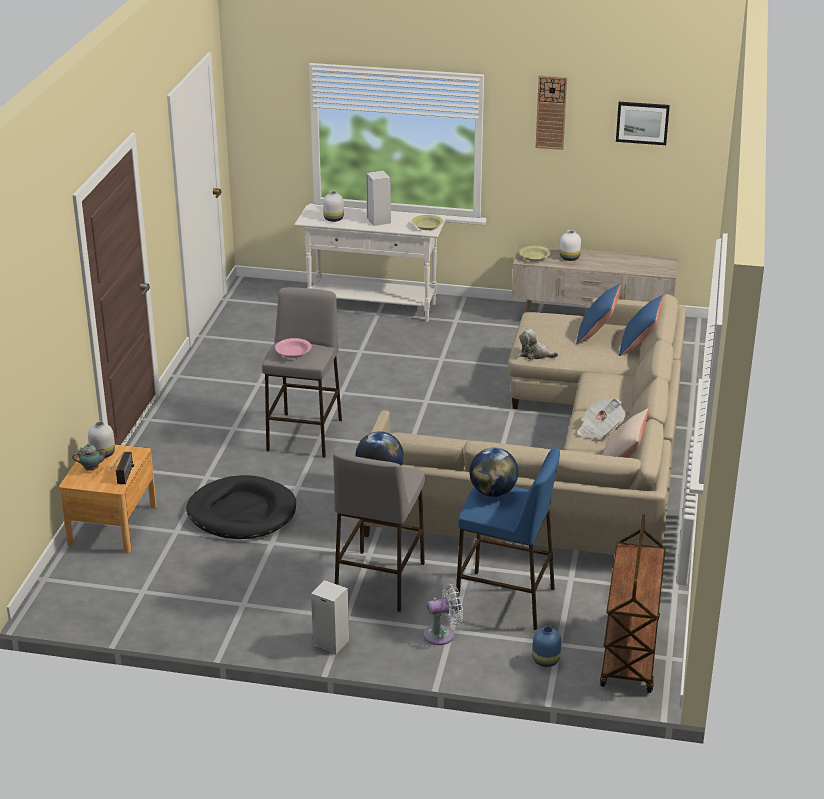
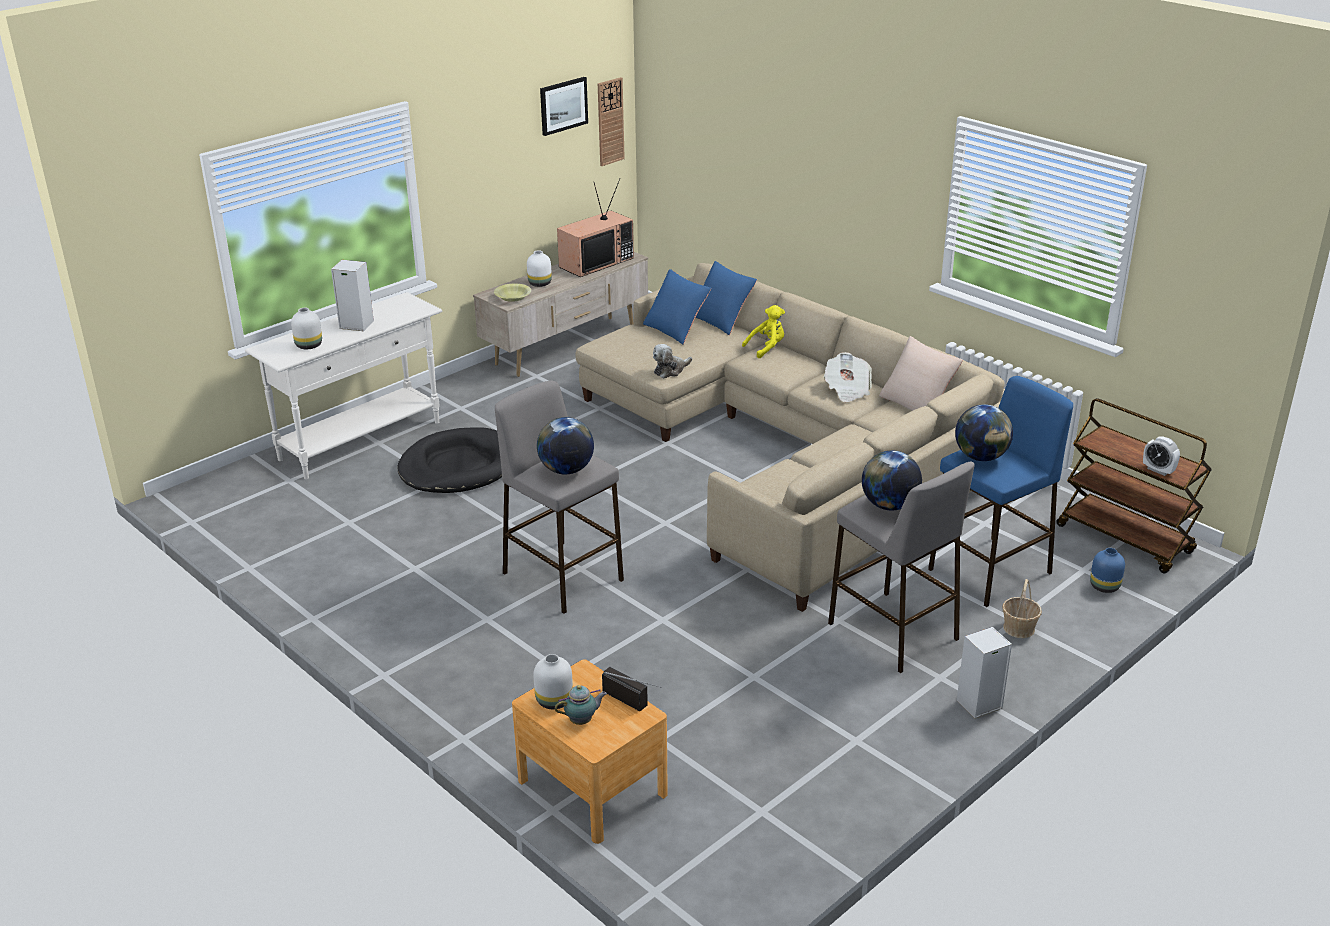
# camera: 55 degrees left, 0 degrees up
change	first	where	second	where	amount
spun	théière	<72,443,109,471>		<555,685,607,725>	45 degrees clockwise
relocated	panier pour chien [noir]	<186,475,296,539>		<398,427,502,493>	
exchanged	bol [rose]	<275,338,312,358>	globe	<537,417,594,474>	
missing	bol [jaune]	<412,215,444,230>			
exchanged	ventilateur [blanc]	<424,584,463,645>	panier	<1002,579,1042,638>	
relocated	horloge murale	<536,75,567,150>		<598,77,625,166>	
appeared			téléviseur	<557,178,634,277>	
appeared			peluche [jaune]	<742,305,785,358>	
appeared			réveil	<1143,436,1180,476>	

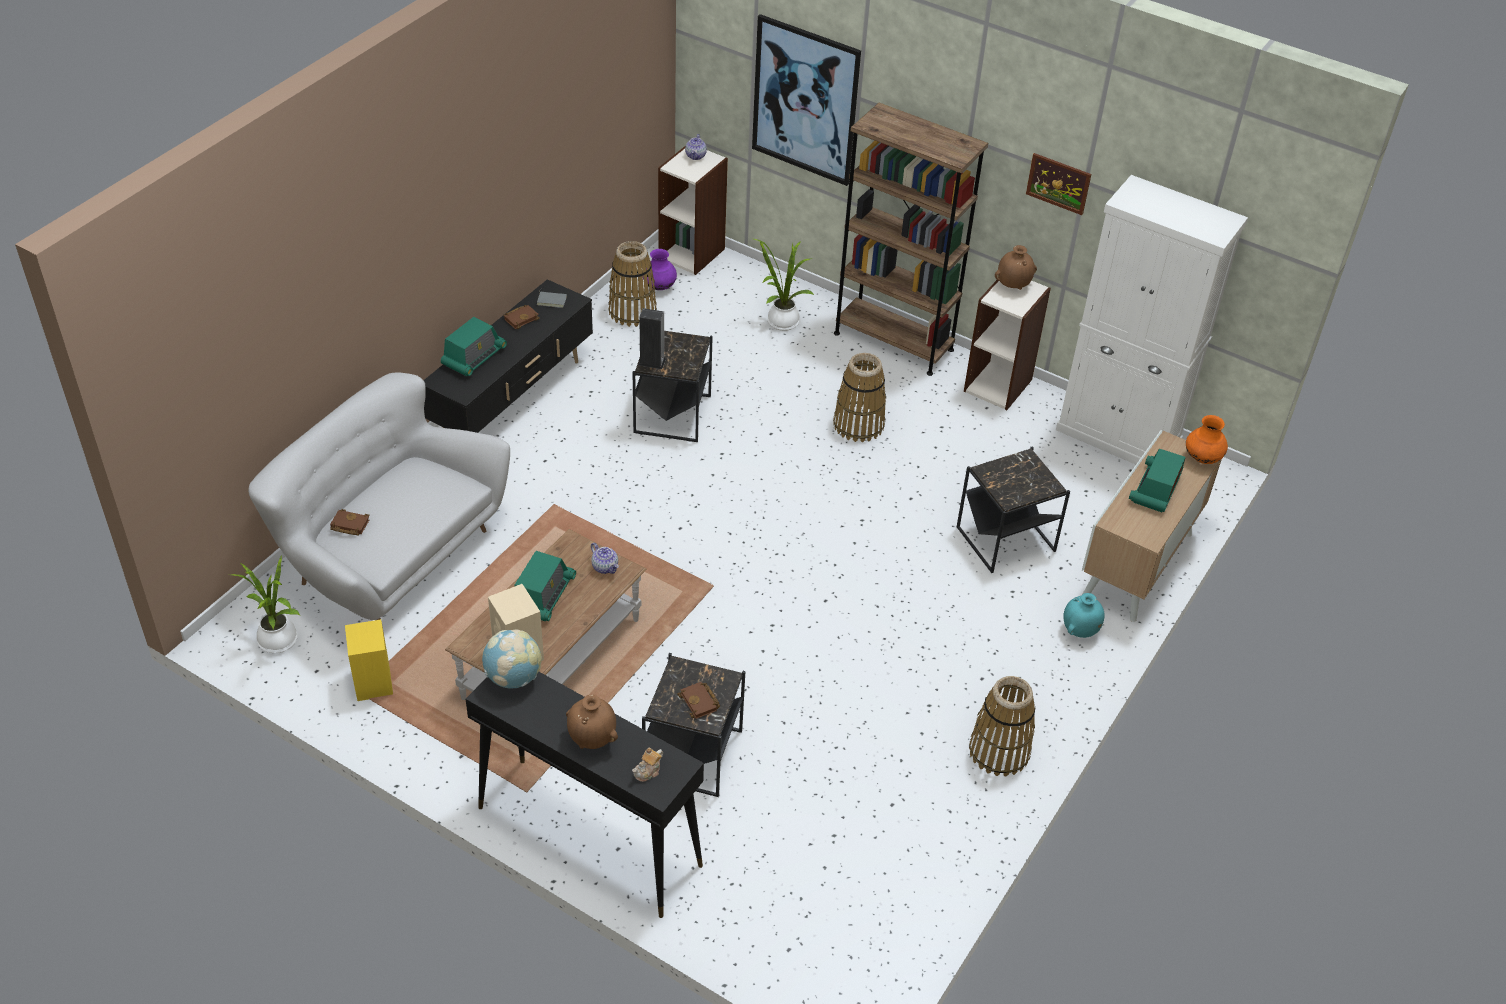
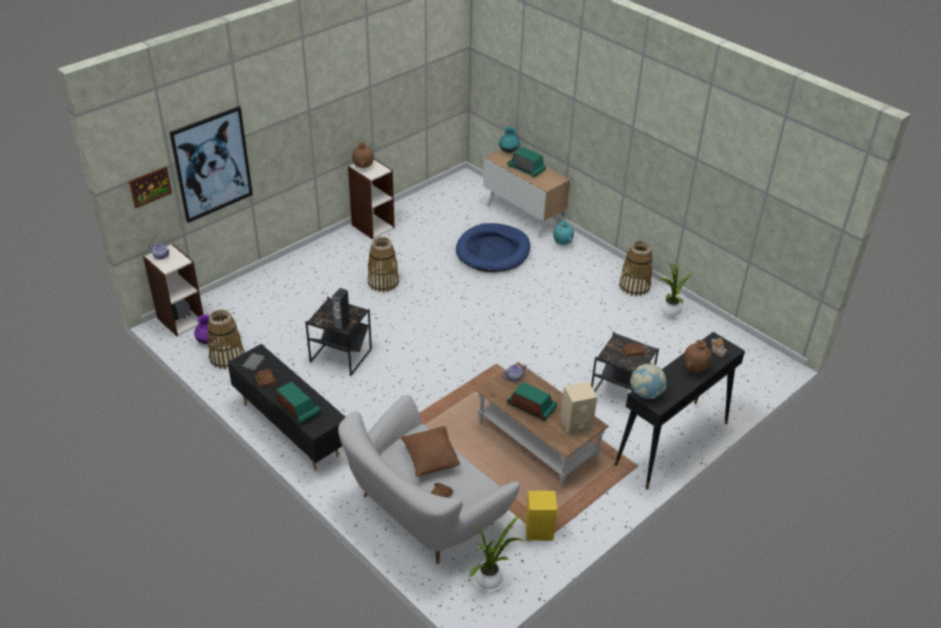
# camera: 75 degrees left, 5 degrees down
change	first	where	second	where	amount
relocated	plante en pot	<754,239,814,331>		<660,260,695,319>	
missing	bibliothèque [marron]	<834,103,988,376>			
exchanged	table d'appoint [noir]	<957,446,1070,573>	panier pour chien [bleu]	<456,223,530,272>	
relocated	tableau	<1026,153,1091,215>		<129,167,172,208>	
missing	meuble de rangement [blanc]	<1056,175,1248,465>			
colour	vase [orange]	<1186,415,1228,464>	vase [turquoise]	<499,127,520,153>	
appeared			coussin [marron]	<401,426,460,477>	

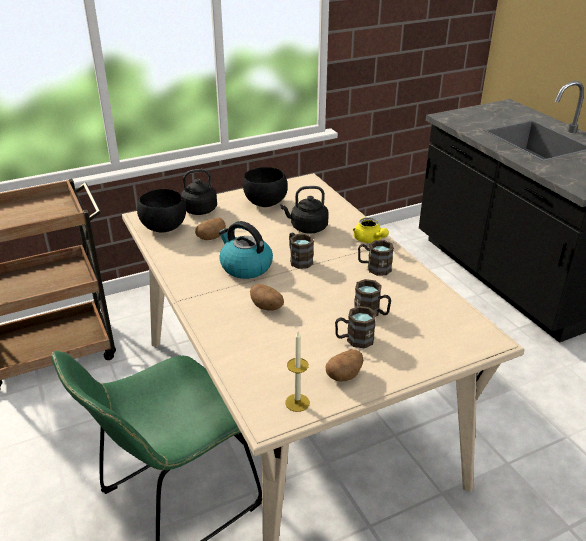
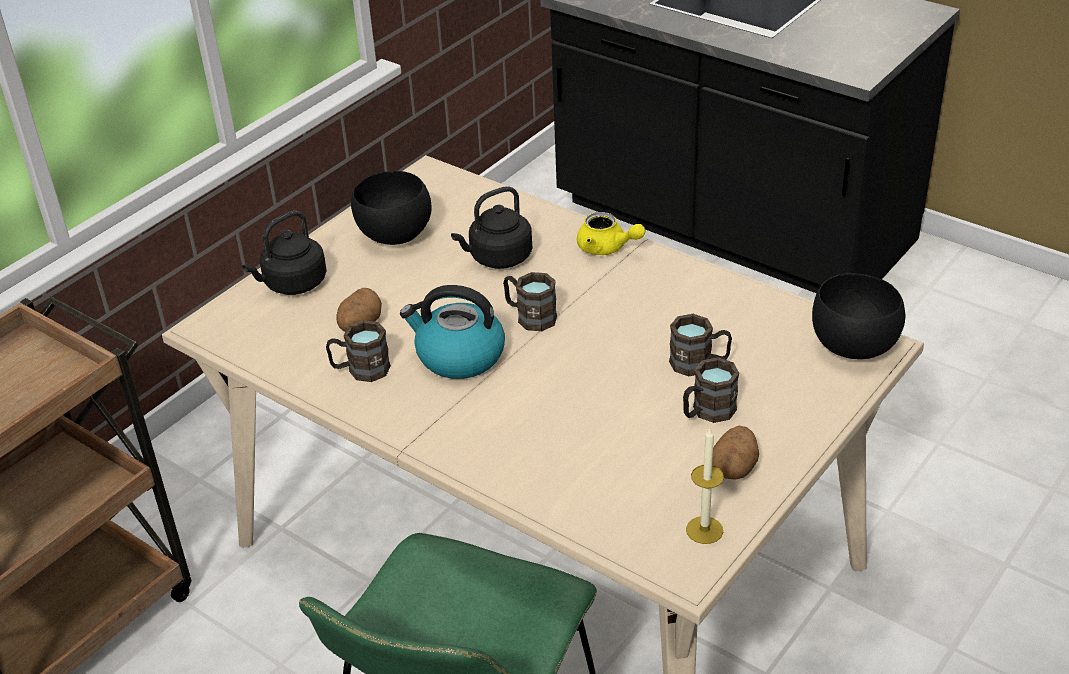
# camera: 25 degrees left, 5 degrees up
change	first	where	second	where	amount
relocated	bol [noir]	<137,189,186,233>		<812,273,905,359>	
missing	pomme de terre	<250,284,284,311>			
relocated	mug [marron]	<358,240,394,276>		<326,320,391,382>	

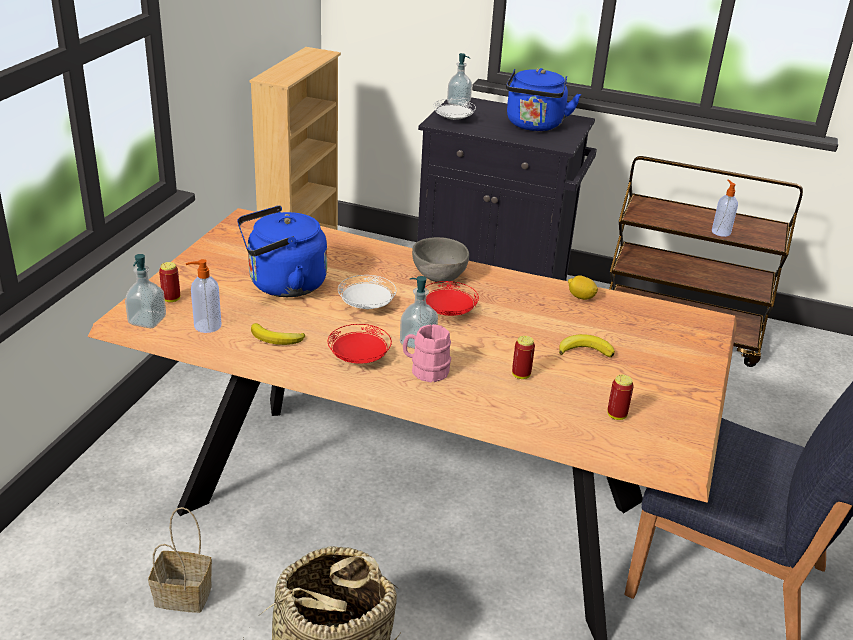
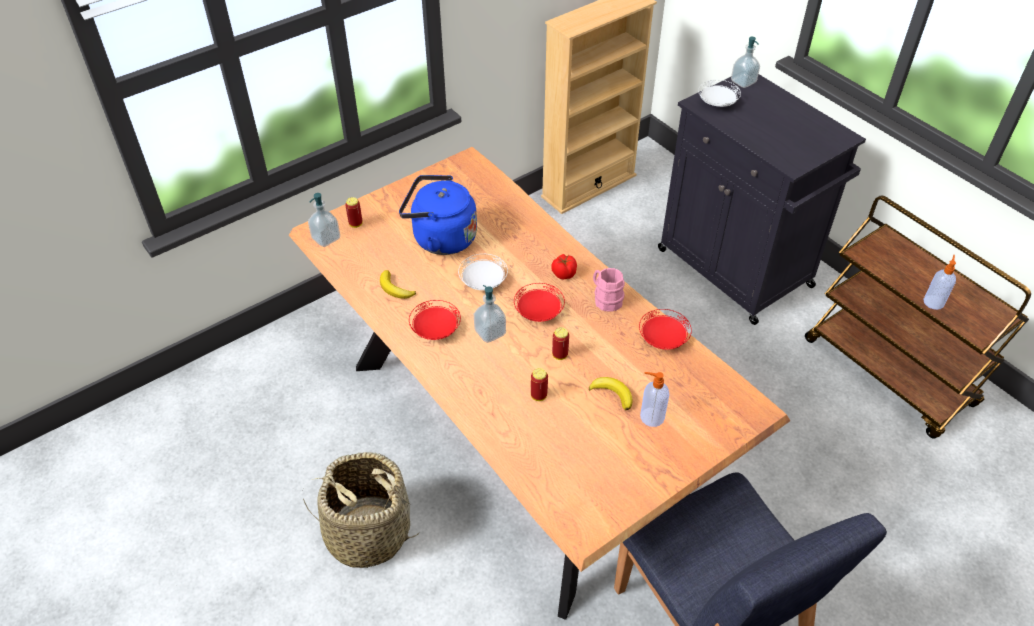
# camera: 35 degrees right, 15 degrees up
change	first	where	second	where	amount
missing	panier	<148,507,212,613>			
relocated	distributeur de savon	<186,259,221,333>		<640,372,669,427>	
relocated	mug [rose]	<403,324,451,383>		<593,268,625,312>	
exchanged	bol [gris]	<412,237,469,283>	tomate	<551,254,577,280>	
missing	bouilloire [bleu]	<506,68,581,131>			
exchanged	citron	<568,276,598,300>	assiette [rouge]	<639,309,692,350>	
relocated	boîte métallique	<607,375,634,420>		<552,327,569,360>	

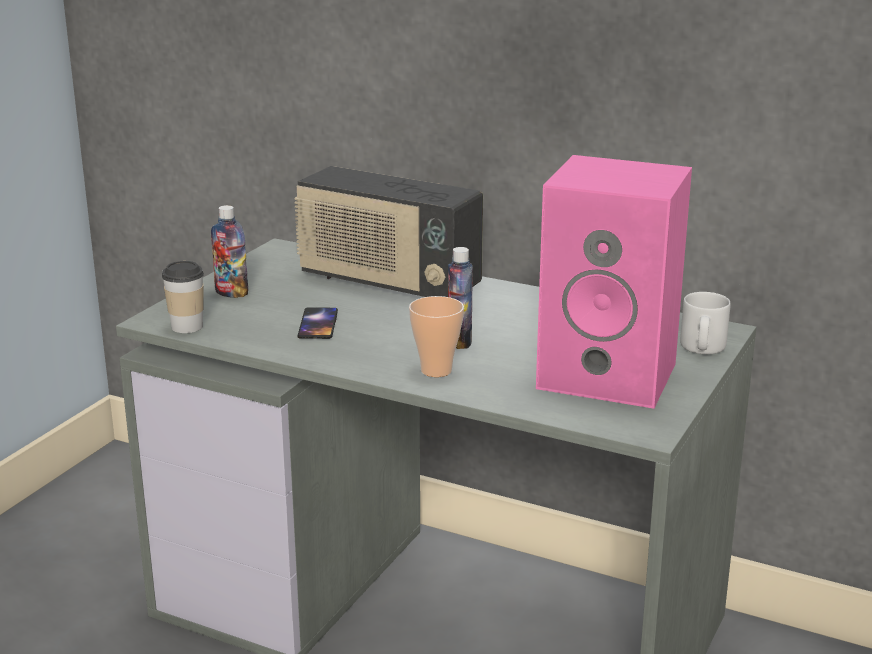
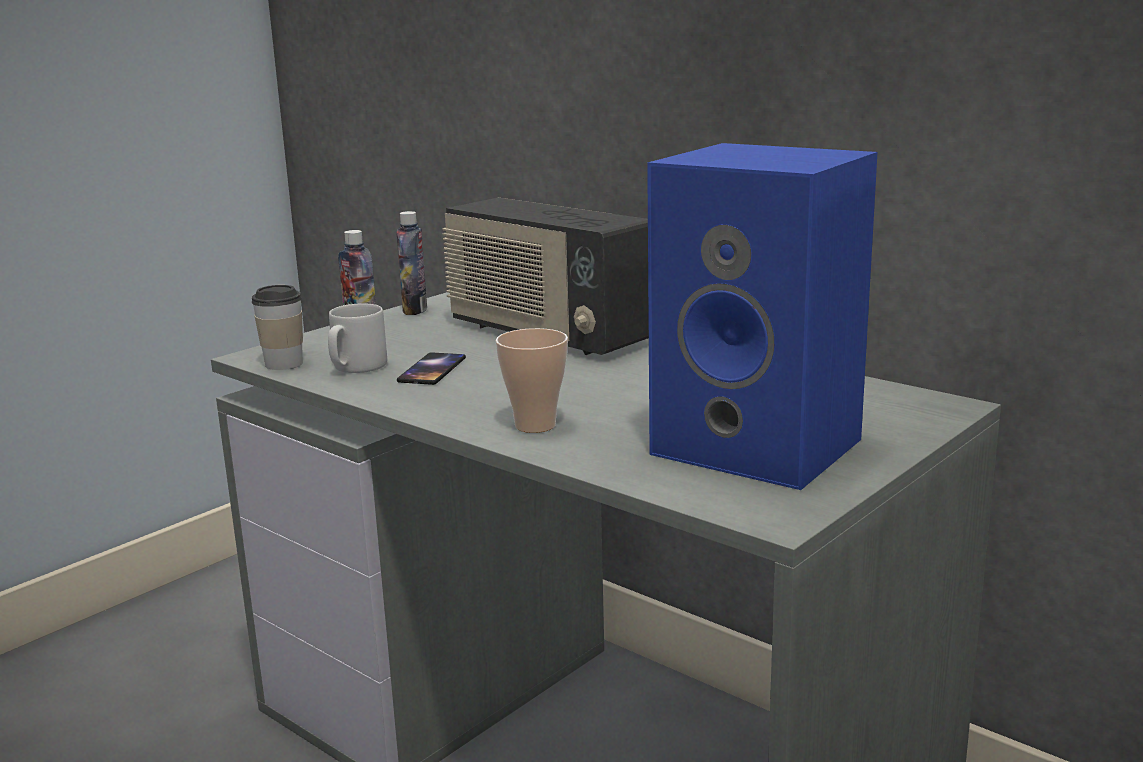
# camera: 15 degrees right, 5 degrees down
change	first	where	second	where	amount
relocated	bouteille	<448,247,473,349>		<396,211,427,315>	
colour	enceinte [rose]	<536,155,692,409>	enceinte [bleu]	<647,143,878,490>	
relocated	mug [gris]	<680,292,731,354>		<328,303,387,373>	

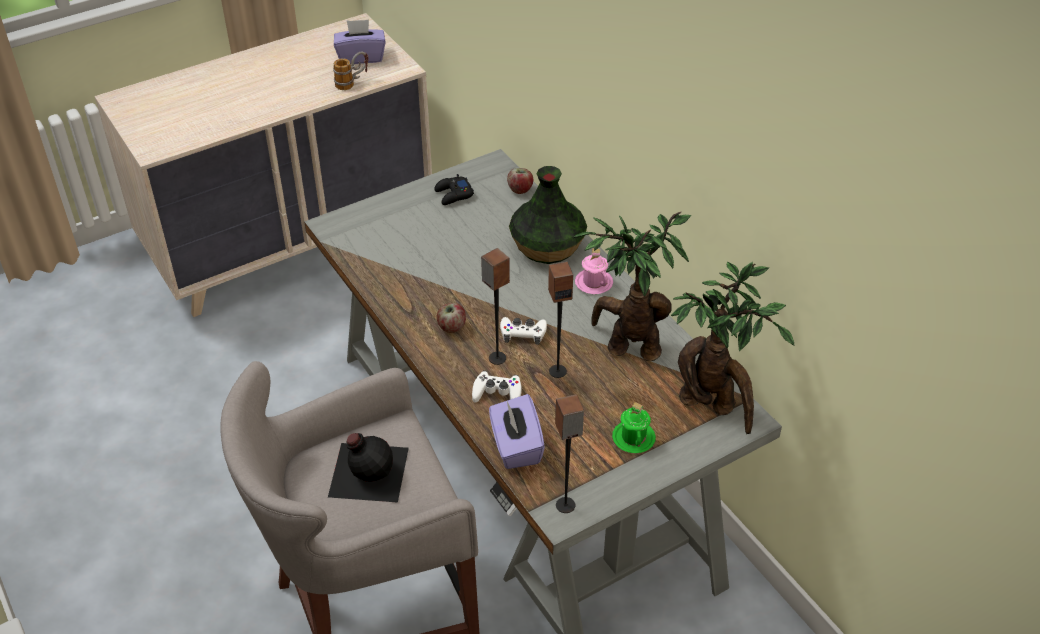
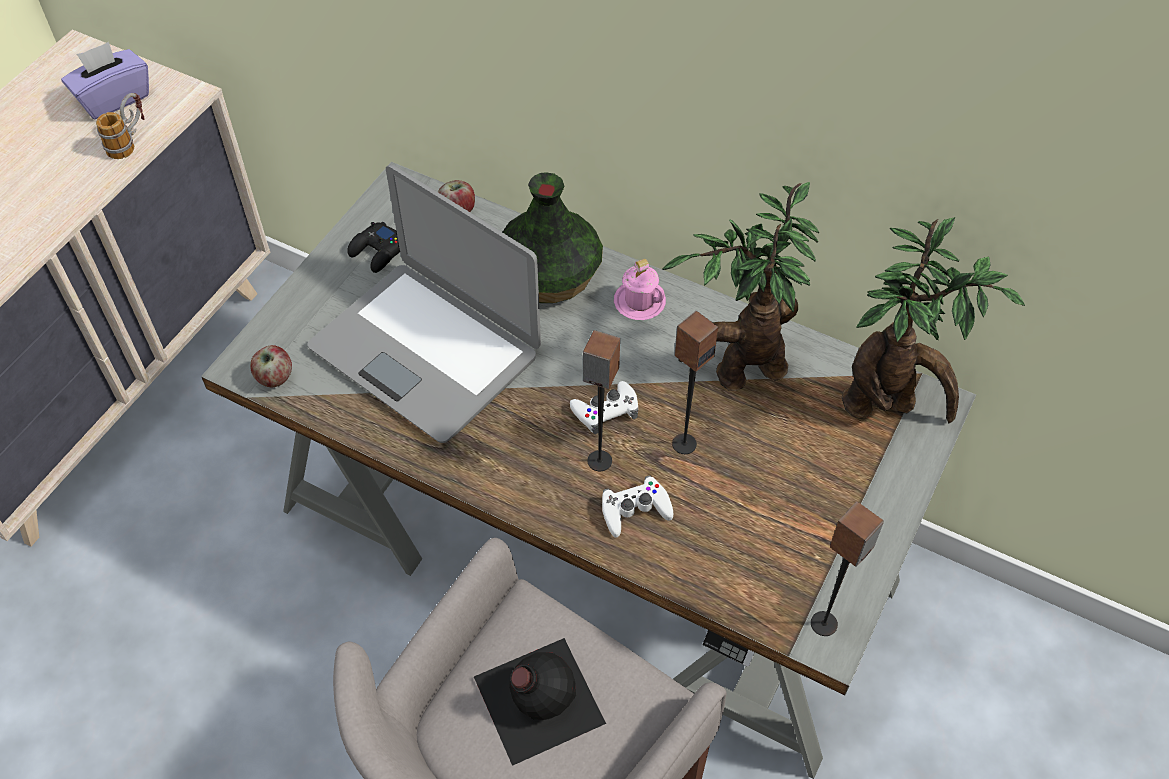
# camera: 30 degrees left, 10 degrees up
change	first	where	second	where	amount
relocated	pomme	<437,303,466,333>		<250,345,292,387>	
missing	boîte à mouchoirs [violet]	<489,394,545,469>			
missing	mug [vert]	<612,402,656,453>			
appeared			ordinateur portable	<308,164,541,443>	

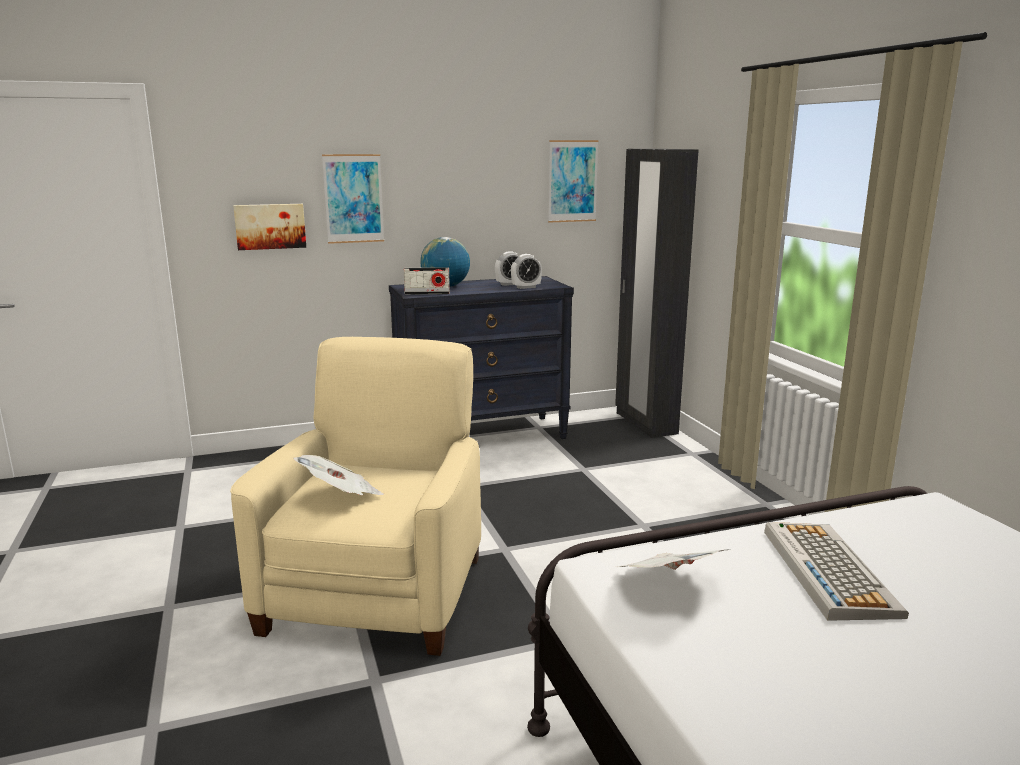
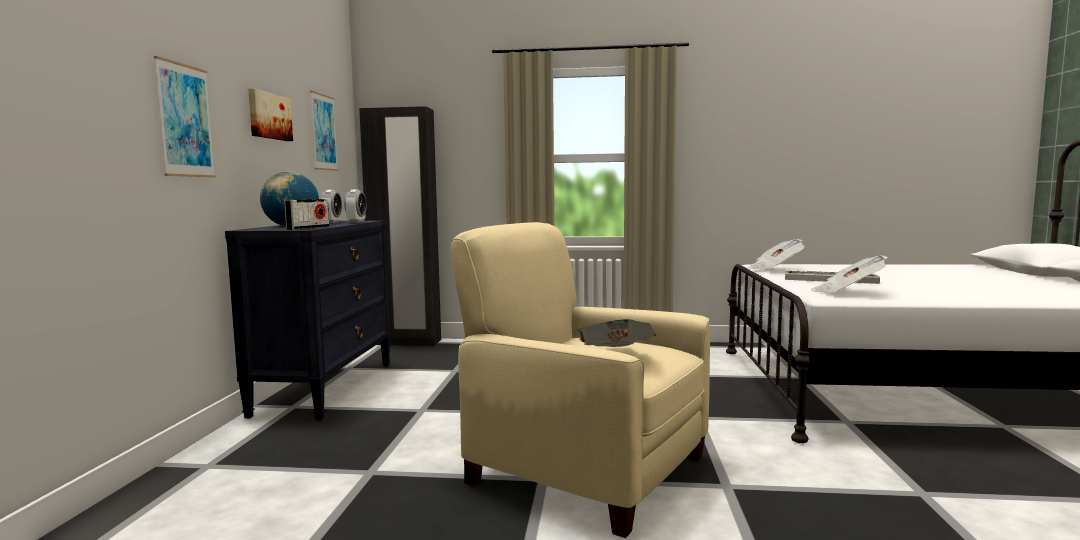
# camera: 65 degrees left, 10 degrees down
change	first	where	second	where	amount
relocated	tableau	<233,204,306,250>		<248,89,293,141>	
appeared			journal	<748,239,804,269>	

